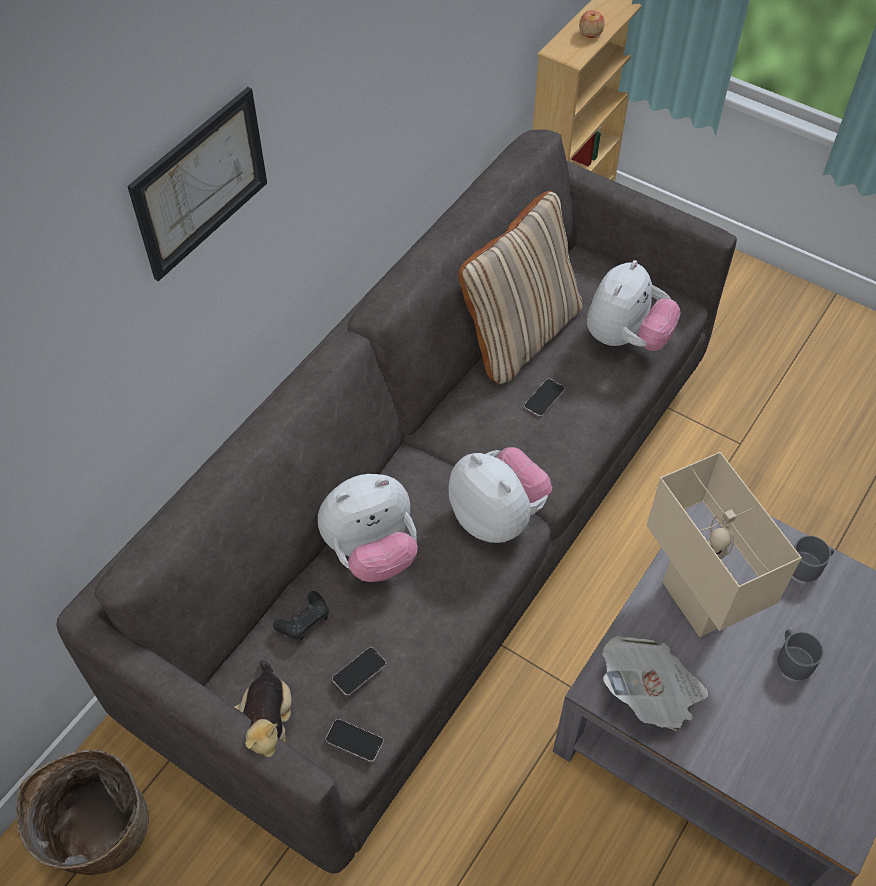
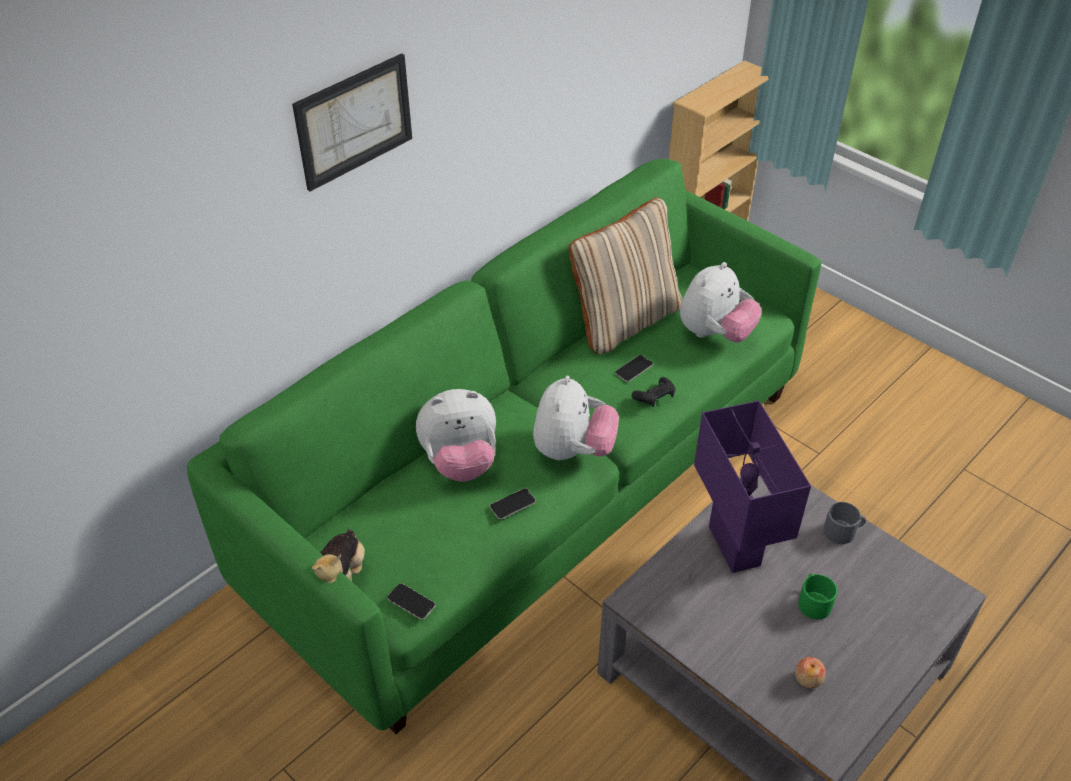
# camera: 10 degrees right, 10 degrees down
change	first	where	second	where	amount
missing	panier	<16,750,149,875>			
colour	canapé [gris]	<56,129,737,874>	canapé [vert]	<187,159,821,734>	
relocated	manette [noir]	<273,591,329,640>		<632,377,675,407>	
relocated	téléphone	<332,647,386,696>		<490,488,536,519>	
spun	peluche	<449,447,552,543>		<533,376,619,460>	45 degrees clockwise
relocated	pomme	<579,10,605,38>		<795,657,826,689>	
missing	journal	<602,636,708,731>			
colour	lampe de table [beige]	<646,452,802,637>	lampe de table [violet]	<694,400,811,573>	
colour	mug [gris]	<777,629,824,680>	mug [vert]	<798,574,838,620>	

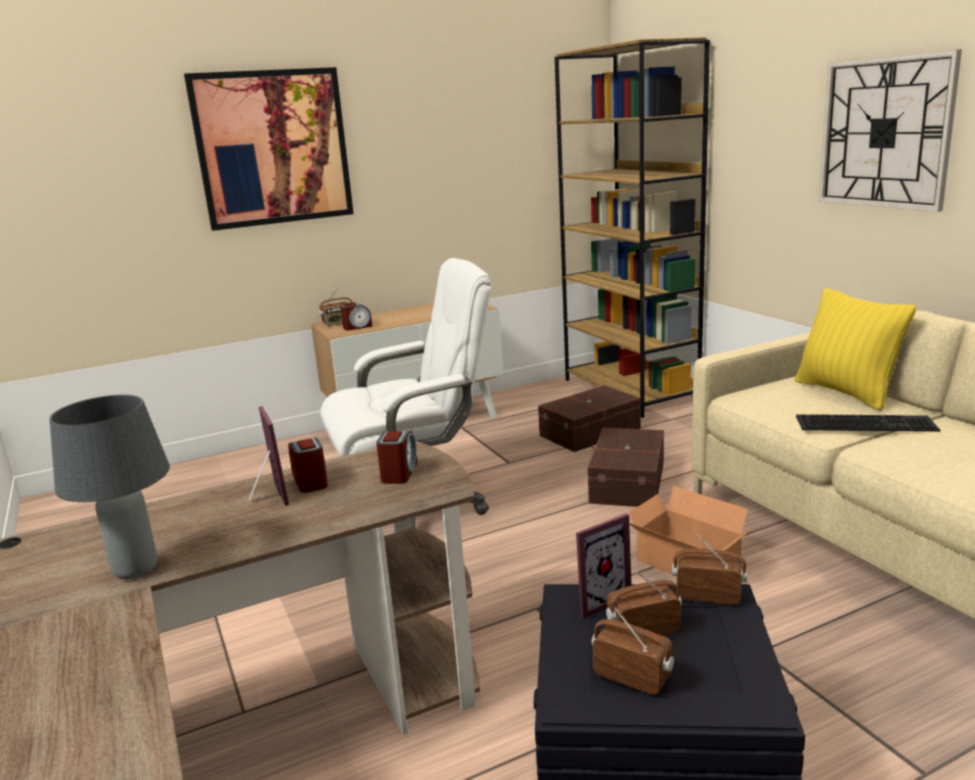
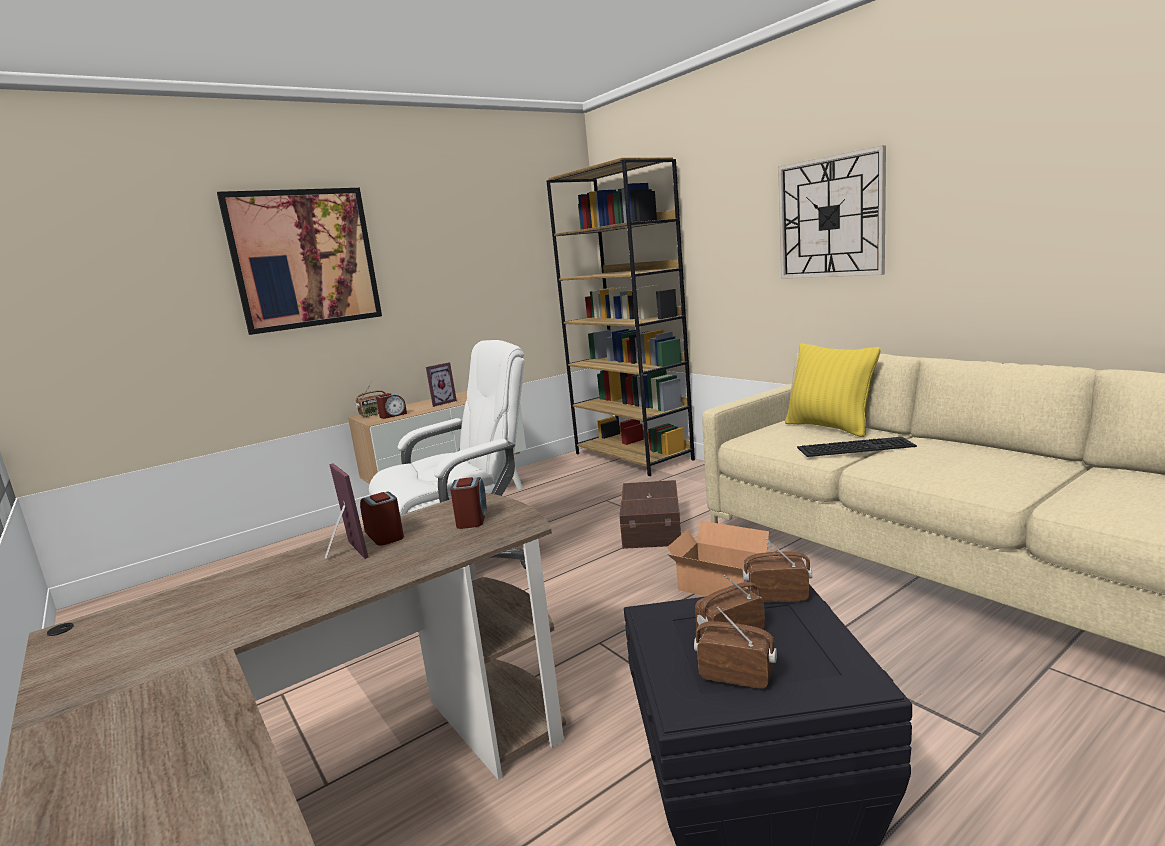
# camera: 10 degrees left, 5 degrees down
change	first	where	second	where	amount
missing	lampe de table [gris]	<50,394,170,580>			
missing	boîte de rangement [marron]	<538,385,641,452>			
relocated	cadre photo	<576,513,632,619>		<426,362,457,407>	

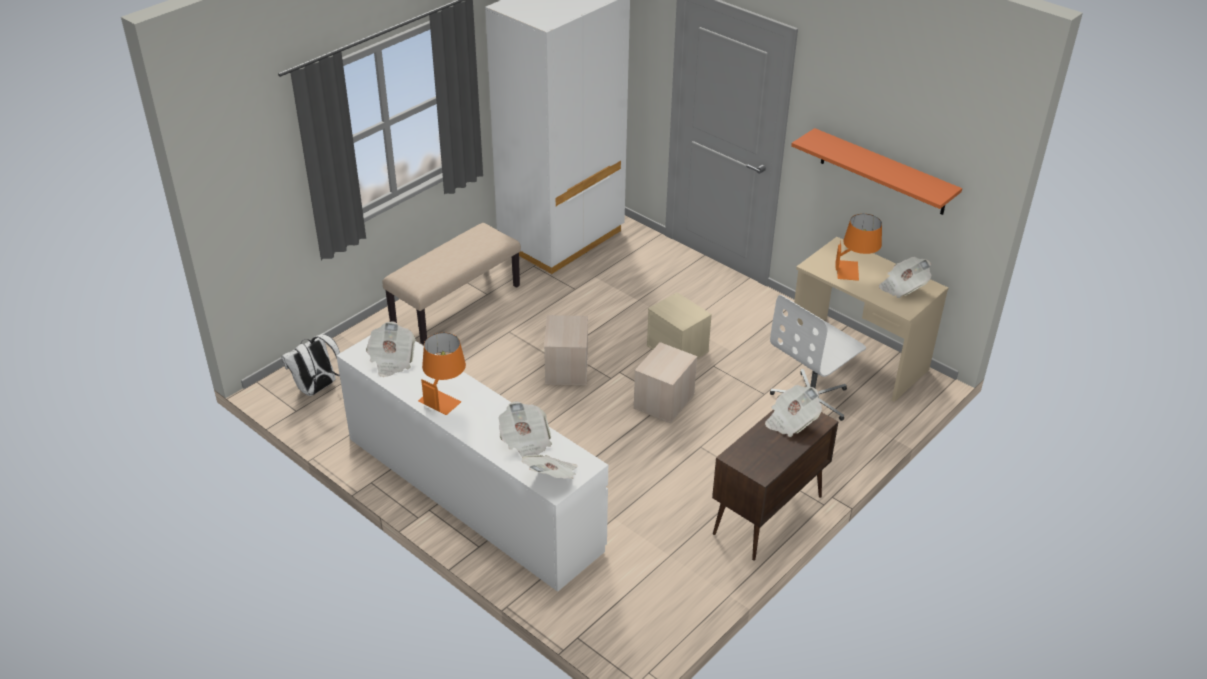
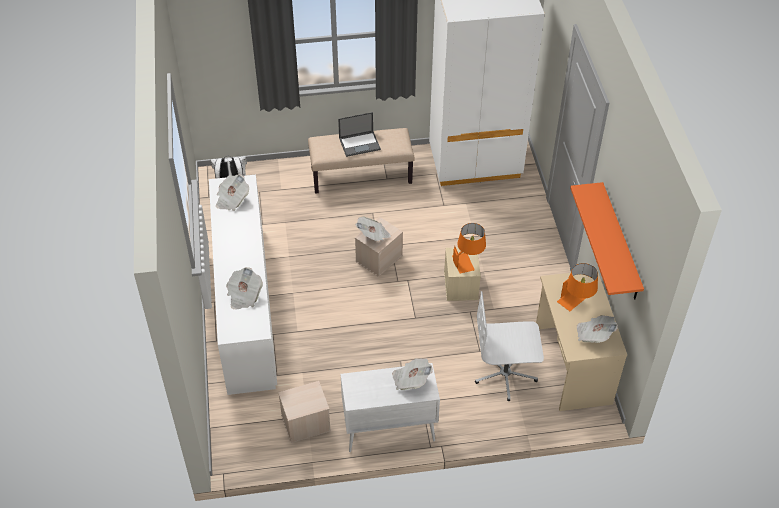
# camera: 40 degrees right, 10 degrees up
change	first	where	second	where	amount
relocated	lampe de table [orange]	<418,333,466,415>		<452,223,486,274>	
relocated	journal	<522,455,578,479>		<355,216,391,242>	
relocated	boîte de rangement [beige]	<633,342,697,423>		<278,381,331,443>	
colour	meuble de rangement [marron]	<712,409,839,561>	meuble de rangement [blanc]	<341,363,440,452>	
appeared			ordinateur portable	<338,112,381,157>	

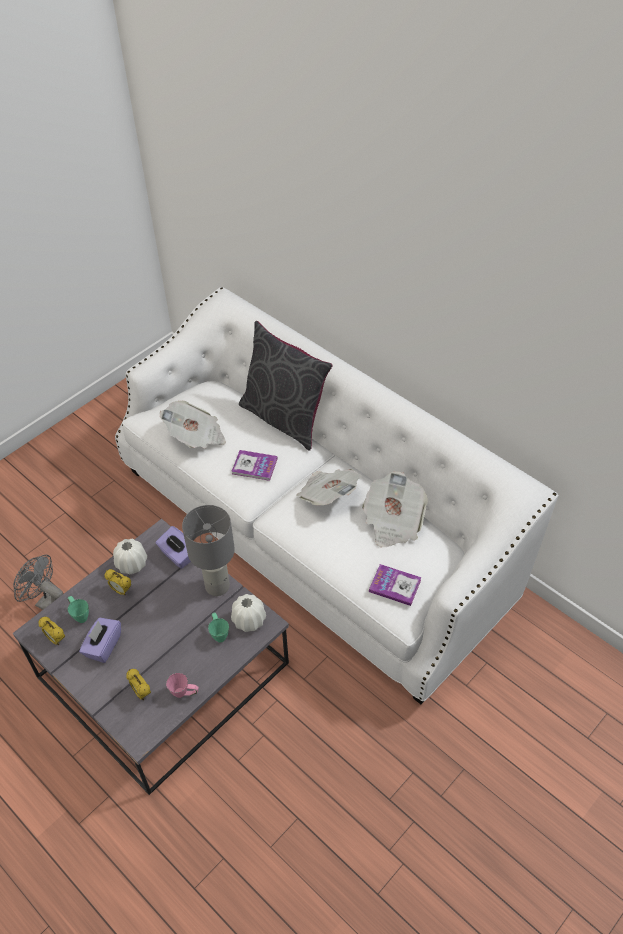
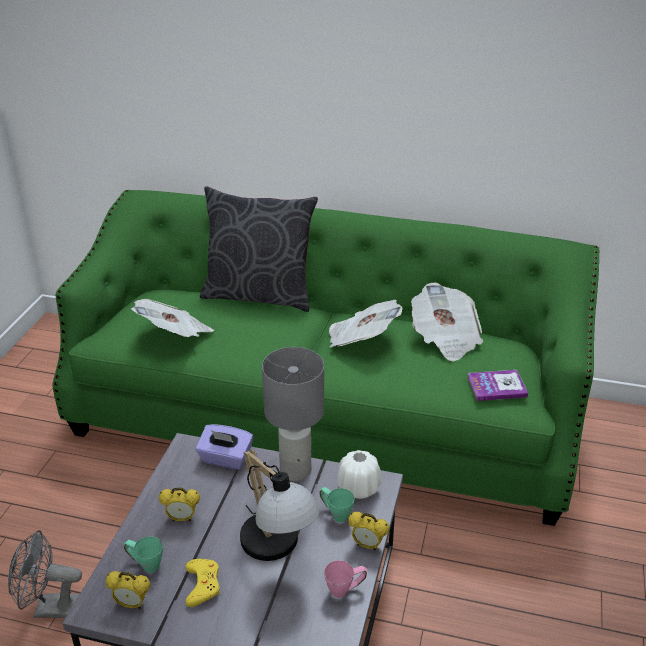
# camera: 30 degrees left, 15 degrees down
change	first	where	second	where	amount
exchanged	boîte à mouchoirs [violet]	<79,618,121,663>	manette [jaune]	<185,559,220,607>	
missing	vase [blanc]	<113,539,147,574>			
colour	canapé [blanc]	<115,287,559,704>	canapé [vert]	<52,190,599,526>	
relocated	réveil	<126,669,151,700>		<348,512,389,551>	
missing	livre	<231,450,278,481>			
appeared			lampe de table	<240,449,320,561>	

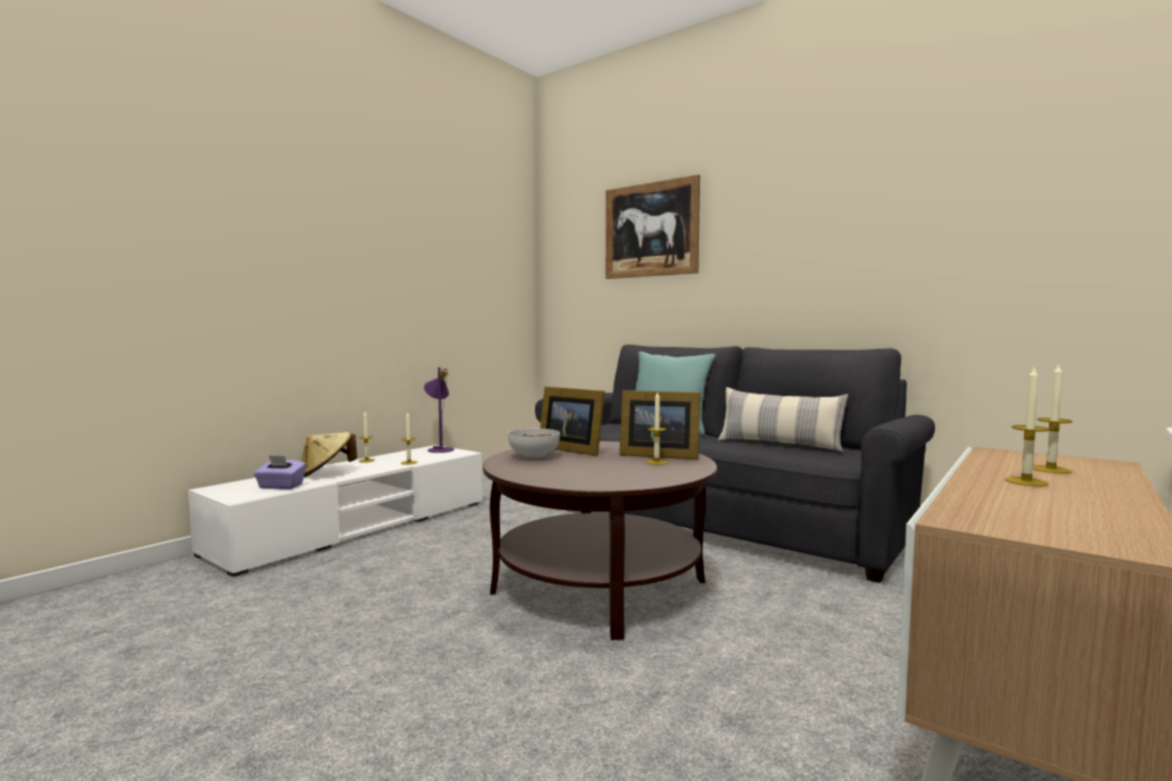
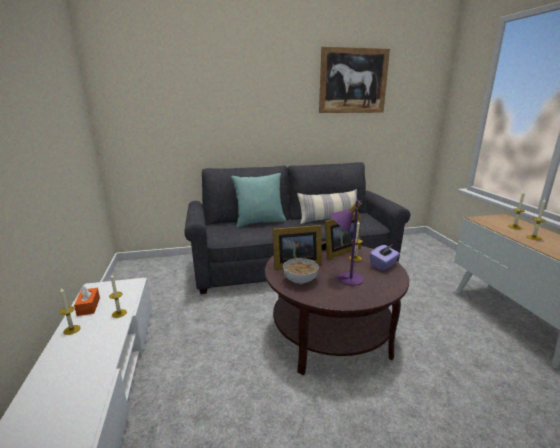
# camera: 50 degrees left, 15 degrees up
change	first	where	second	where	amount
relocated	boîte à mouchoirs [violet]	<254,456,306,489>		<370,245,400,271>	
missing	chapeau [beige]	<301,432,357,477>			
relocated	lampe de table [violet]	<424,367,454,453>		<330,200,364,286>	
relocated	tableau	<606,175,700,279>		<319,47,390,113>	
appeared			boîte à mouchoirs [orange]	<74,285,100,316>	

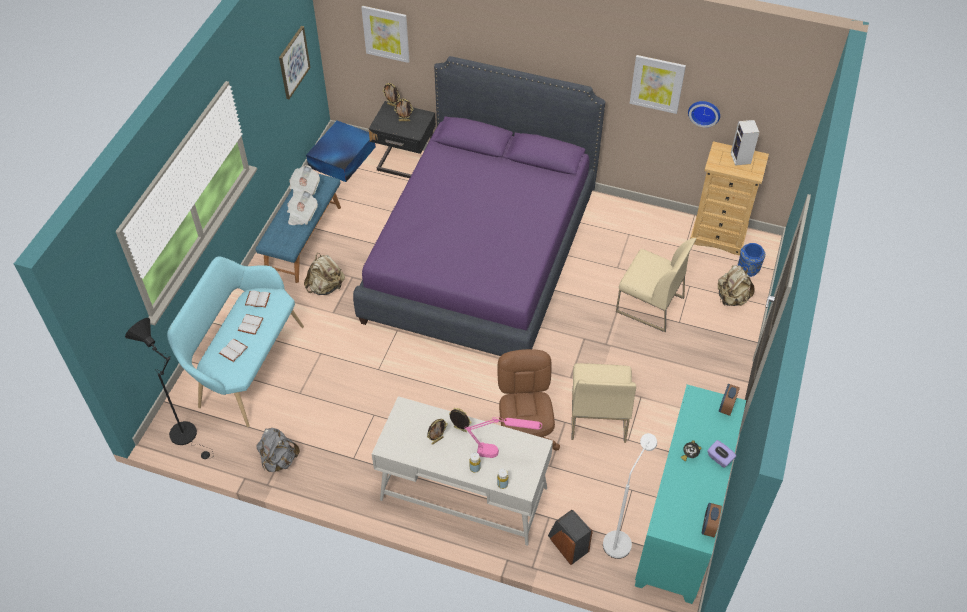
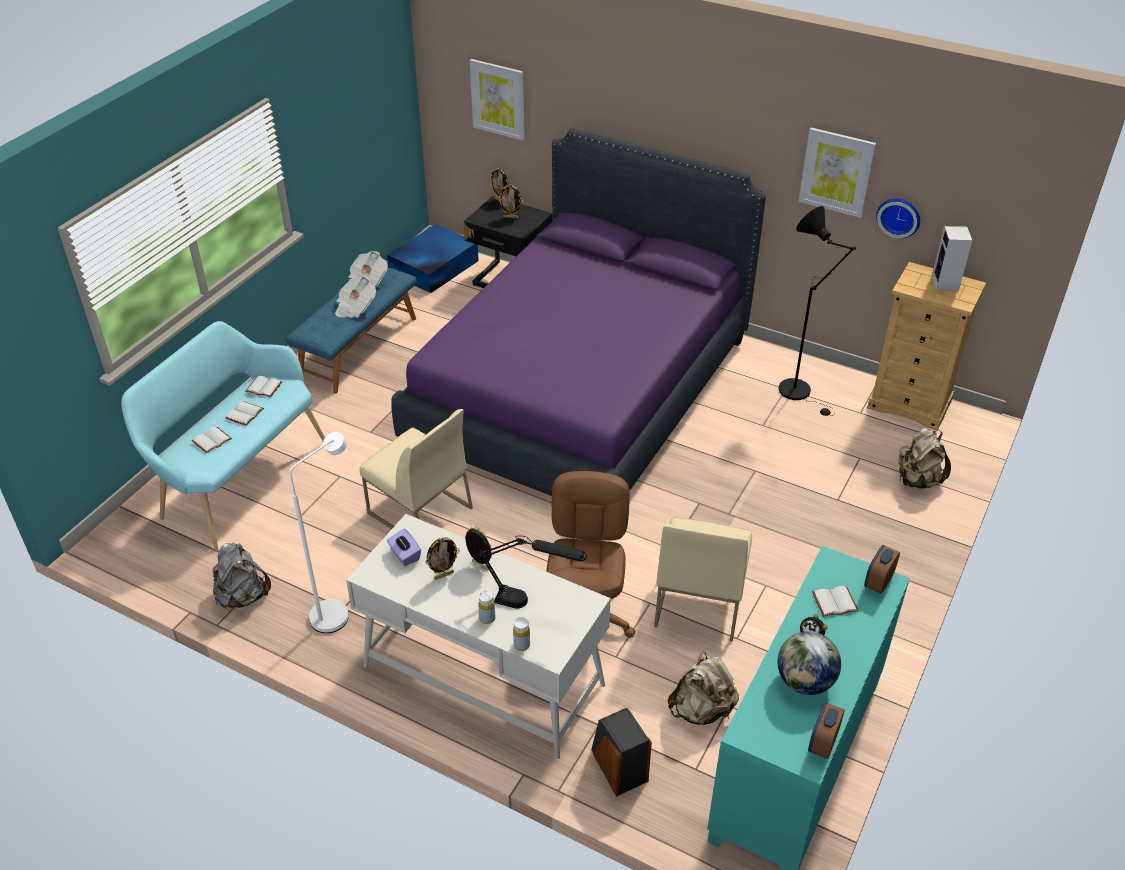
# camera: 10 degrees right, 10 degrees down
change	first	where	second	where	amount
relocated	lampadaire [noir]	<125,318,214,459>		<778,206,856,416>	
missing	tableau	<279,26,311,99>			
relocated	sac à dos [beige]	<304,253,345,295>		<667,652,739,725>	
colour	lampe de table [rose]	<465,417,542,458>	lampe de table [noir]	<478,536,587,609>	
relocated	lampadaire [blanc]	<603,433,657,559>		<289,432,349,633>	
relocated	chaise [beige]	<616,238,696,332>		<360,409,473,529>	
relocated	boîte à mouchoirs [violet]	<707,440,736,468>		<387,529,421,566>	
missing	vase [bleu]	<738,243,765,277>			
appeared			globe	<778,631,841,695>	
appeared			livre [blanc]	<812,586,858,617>	

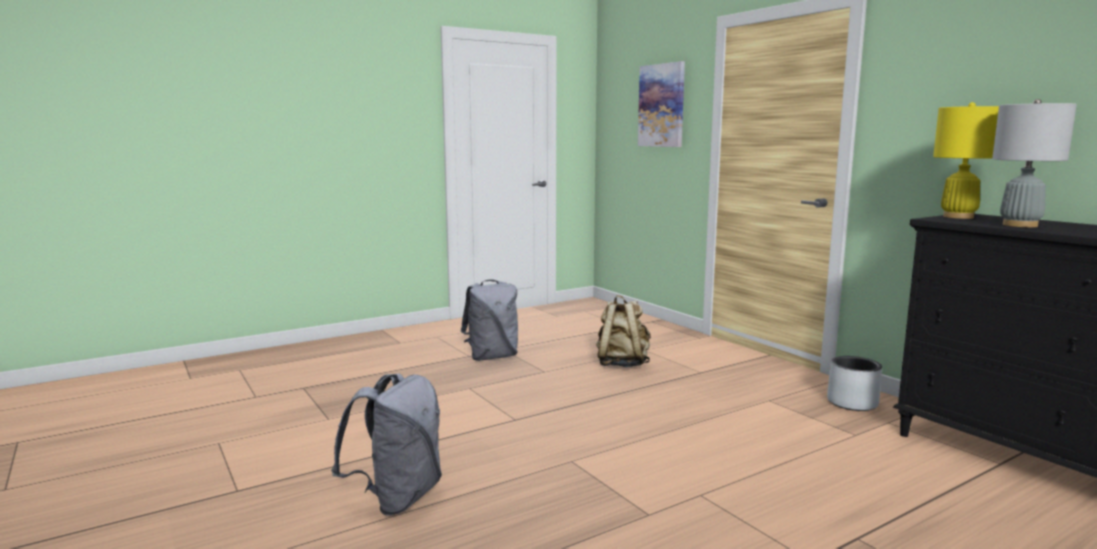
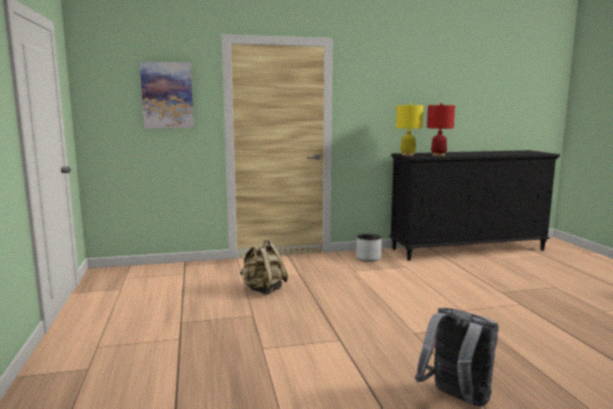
# camera: 70 degrees left, 0 degrees up
change	first	where	second	where	amount
missing	sac à dos [gris]	<461,280,518,361>			
colour	lampe de table [gris]	<992,99,1077,227>	lampe de table [rouge]	<427,103,455,156>	

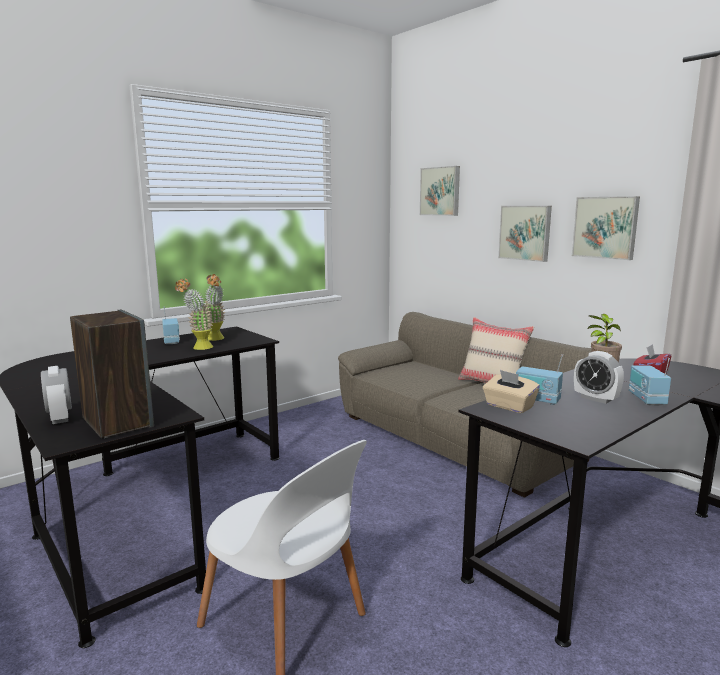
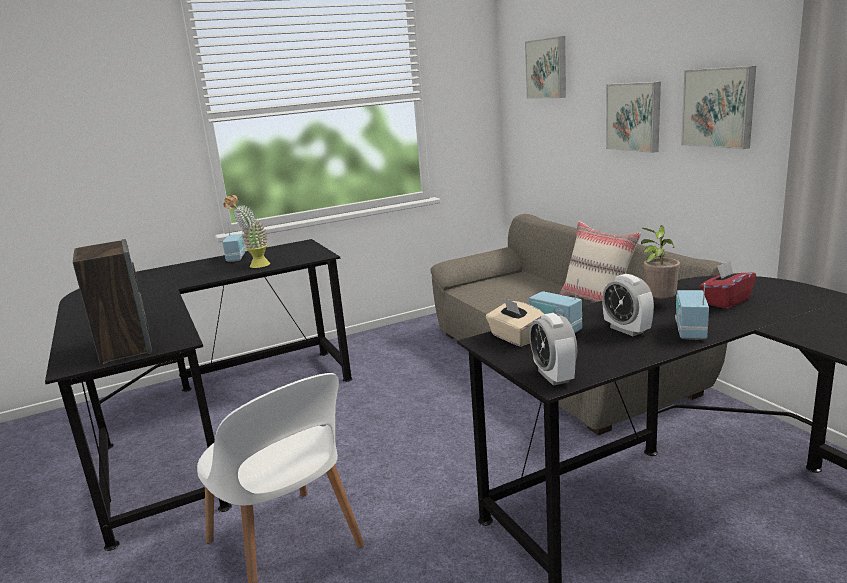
# camera: 15 degrees right, 5 degrees up
change	first	where	second	where	amount
relocated	réveil	<41,366,72,424>		<530,313,577,386>	
missing	plante en pot	<204,274,226,341>			

